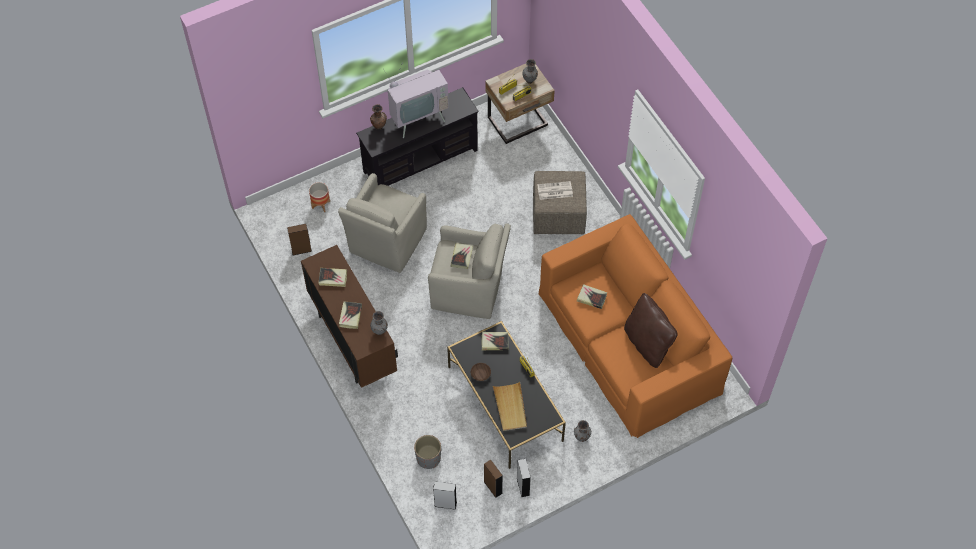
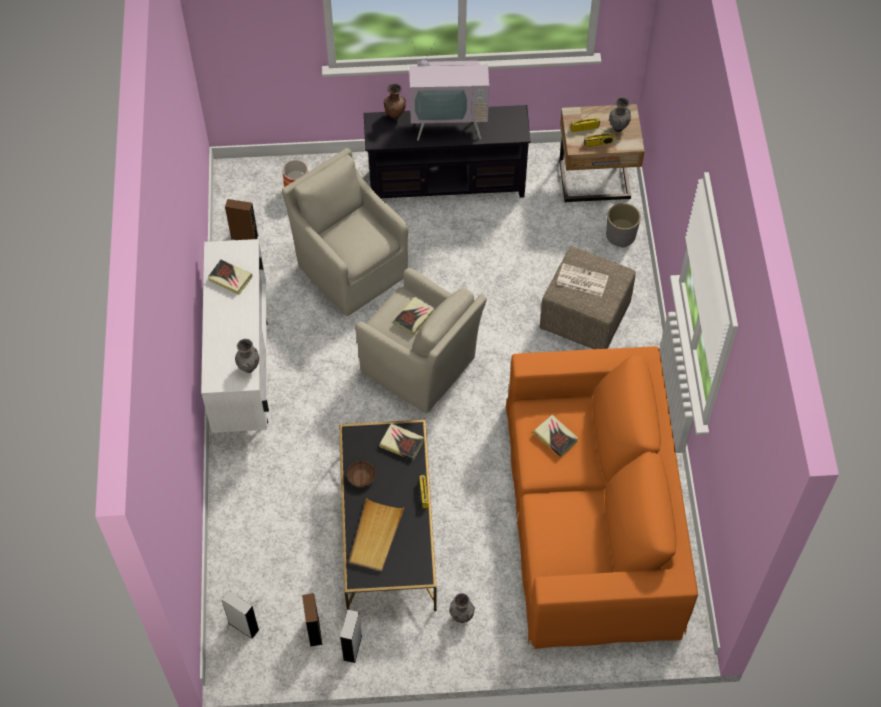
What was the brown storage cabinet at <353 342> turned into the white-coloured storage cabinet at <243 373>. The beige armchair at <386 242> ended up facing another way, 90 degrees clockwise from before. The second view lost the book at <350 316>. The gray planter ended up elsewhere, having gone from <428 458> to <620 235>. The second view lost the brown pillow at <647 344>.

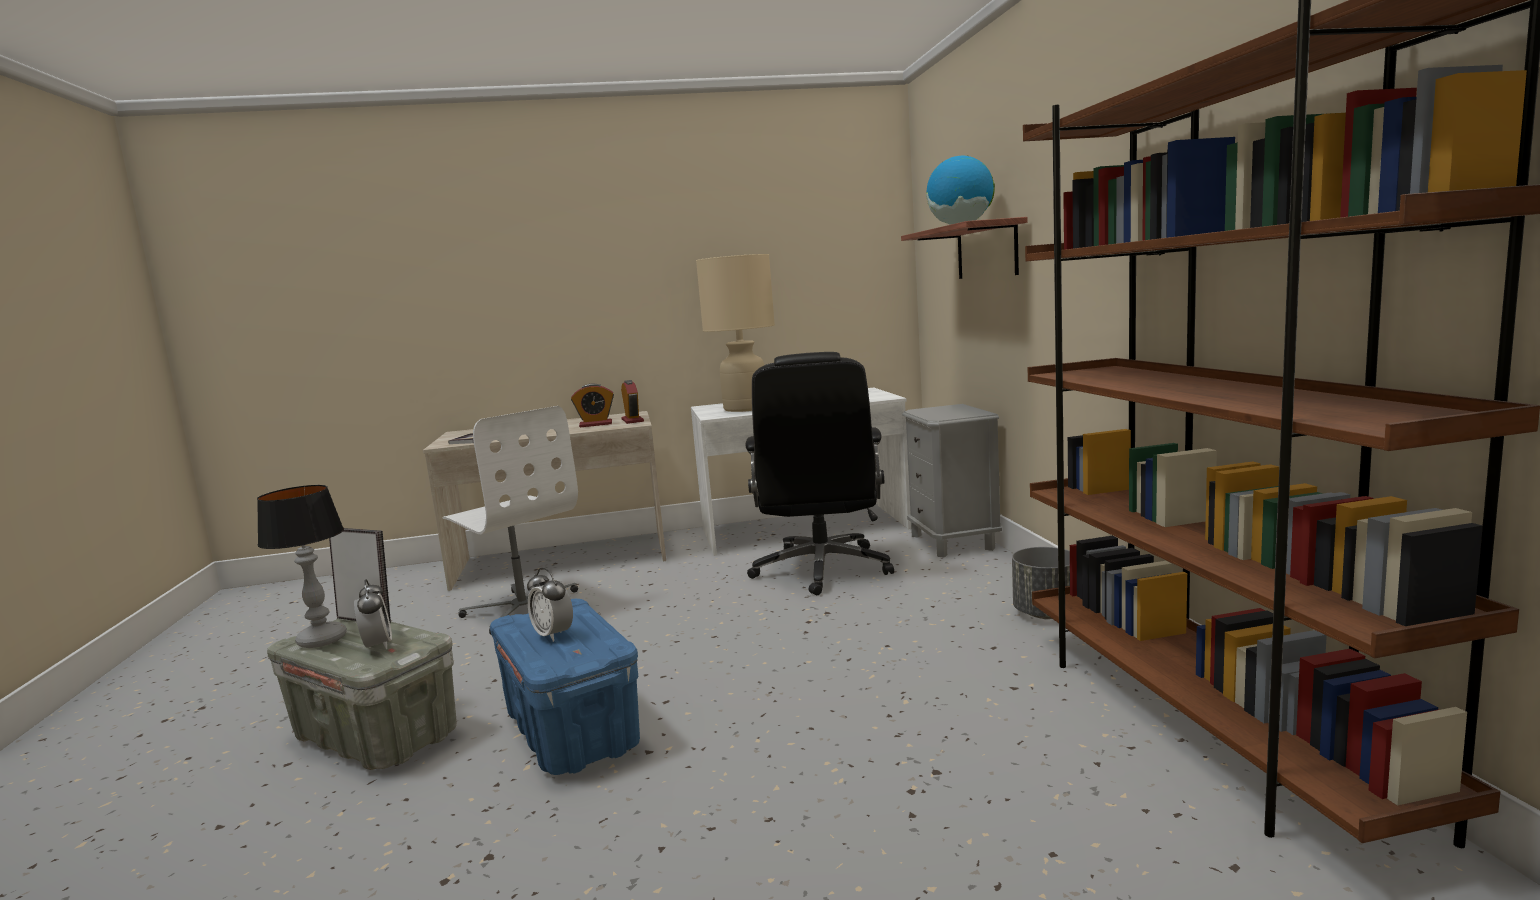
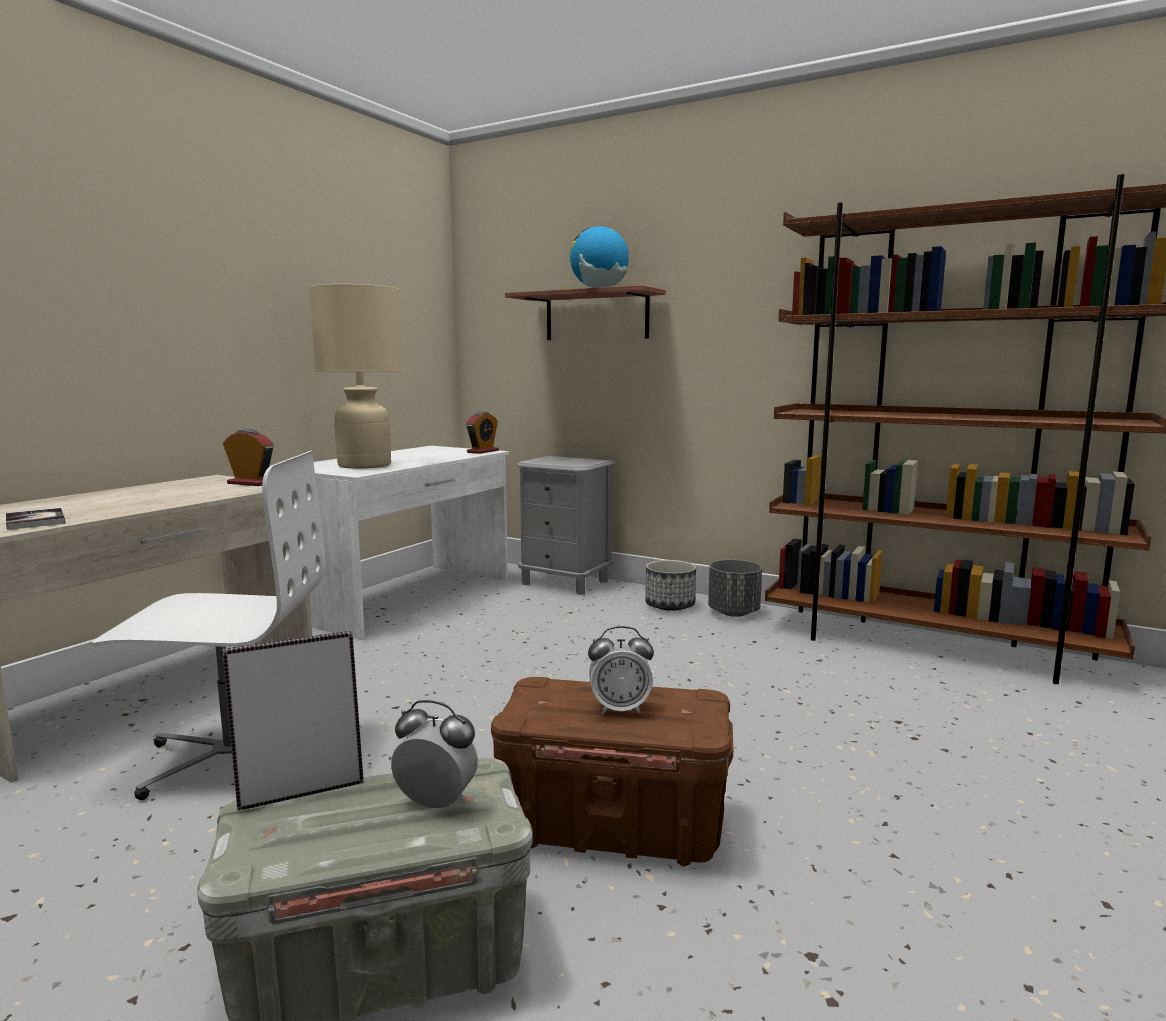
The second view lost the lamp for a table at <323 639>. What was the blue storage container at <574 732> turned into the brown storage container at <615 827>. The alarm clock ended up elsewhere, having gone from <596 424> to <482 451>. The second view lost the black computer chair at <822 570>. The second view gained the planter at <670 605>.

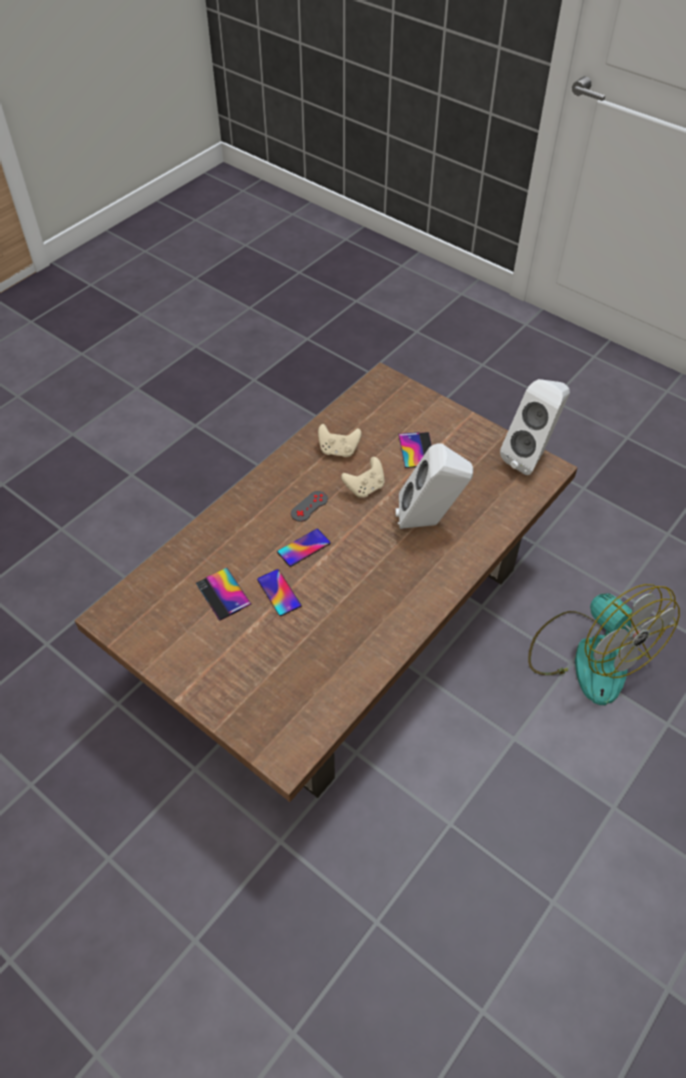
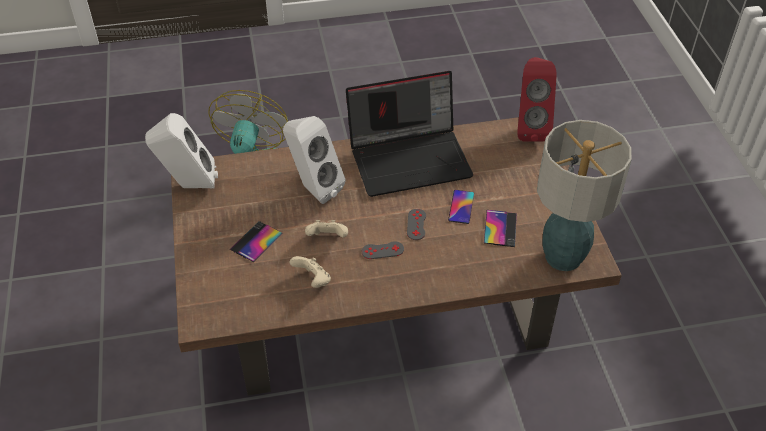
Where the handset stood at <304 548>, the gray game controller came to stand at <416 224>. The second view gained the portable computer at <410 158>. The second view gained the red-coloured audio speaker at <530 128>. The second view gained the lamp for a table at <563 258>.

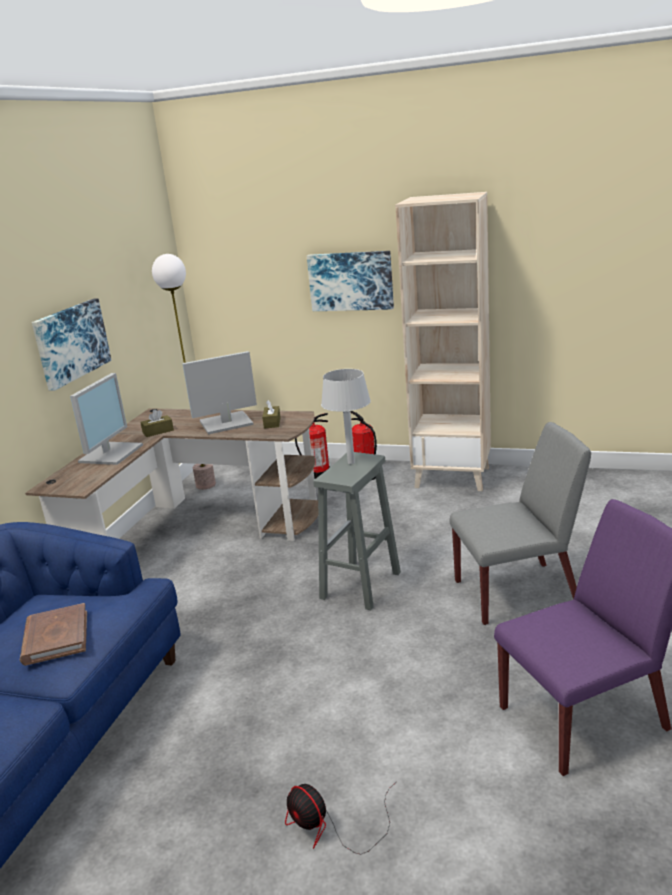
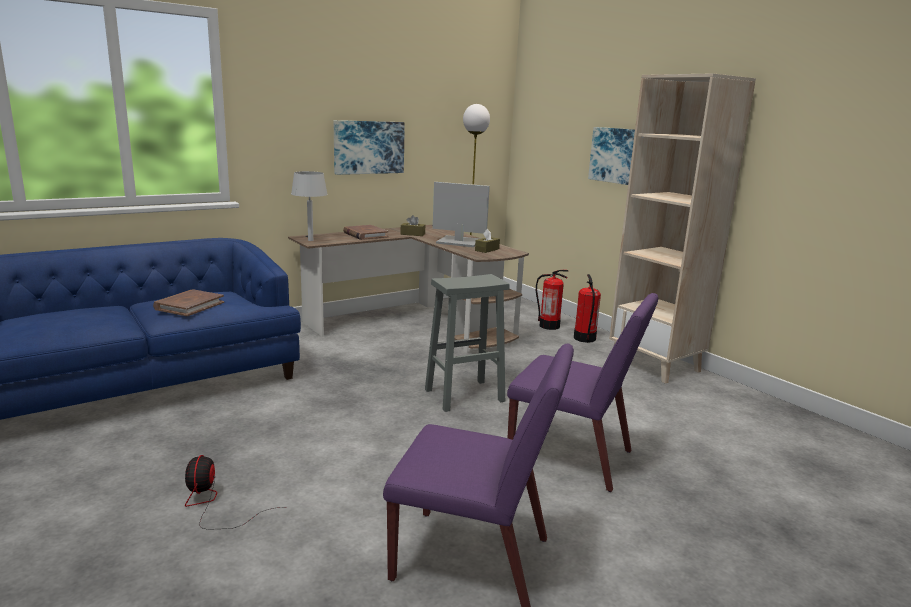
Where the computer screen stood at <111 453>, the brown book came to stand at <365 235>. The gray lamp for a table ended up elsewhere, having gone from <350 462> to <310 240>. What was the gray plain chair at <517 593> turned into the purple-coloured plain chair at <572 456>.

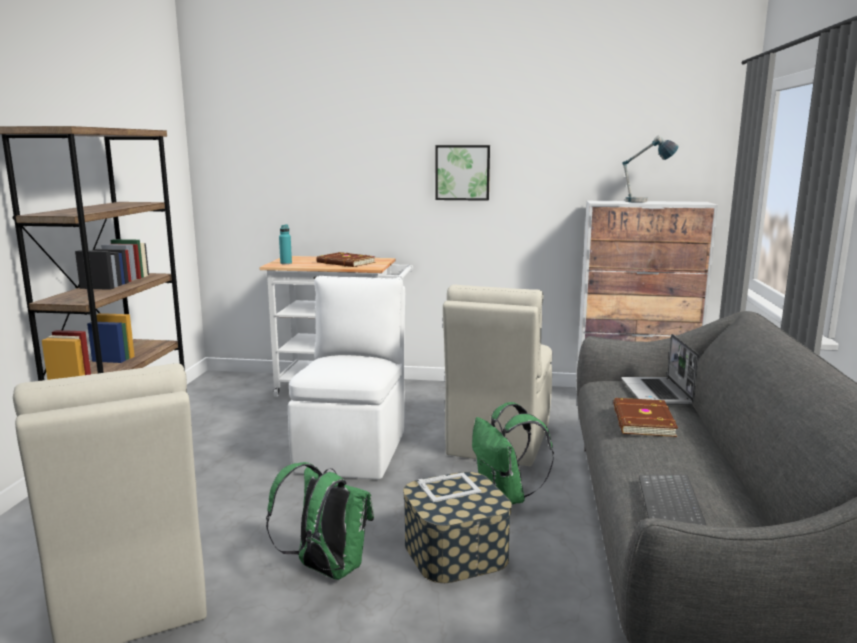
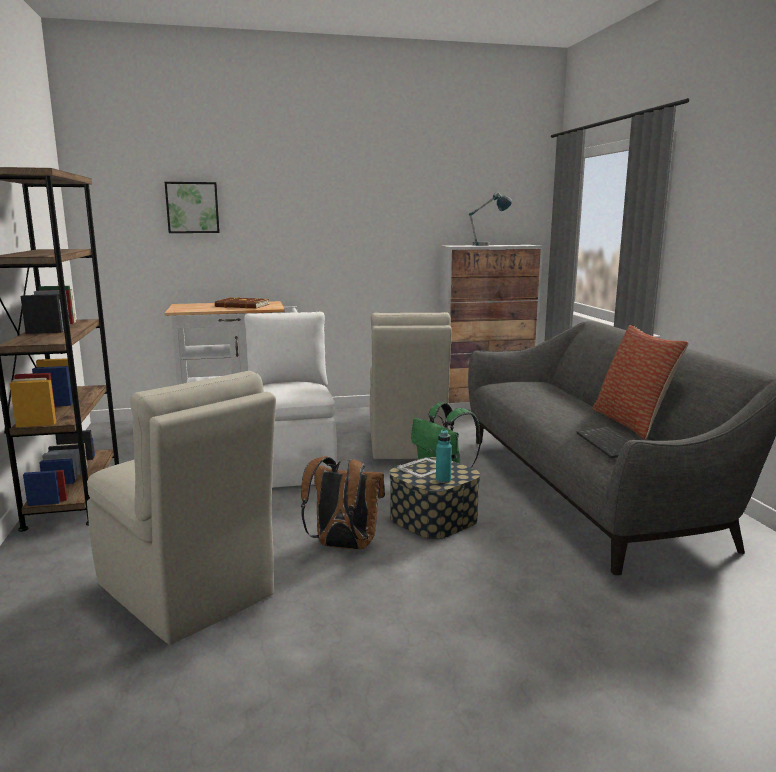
What was the greenish knapsack at <325 569> turned into the brown knapsack at <343 546>. The blue-green beverage bottle ended up elsewhere, having gone from <286 263> to <443 480>. The wall art ended up elsewhere, having gone from <462 172> to <192 207>. The second view lost the brown book at <641 421>. The second view lost the portable computer at <657 393>. The second view gained the pillow at <632 423>.

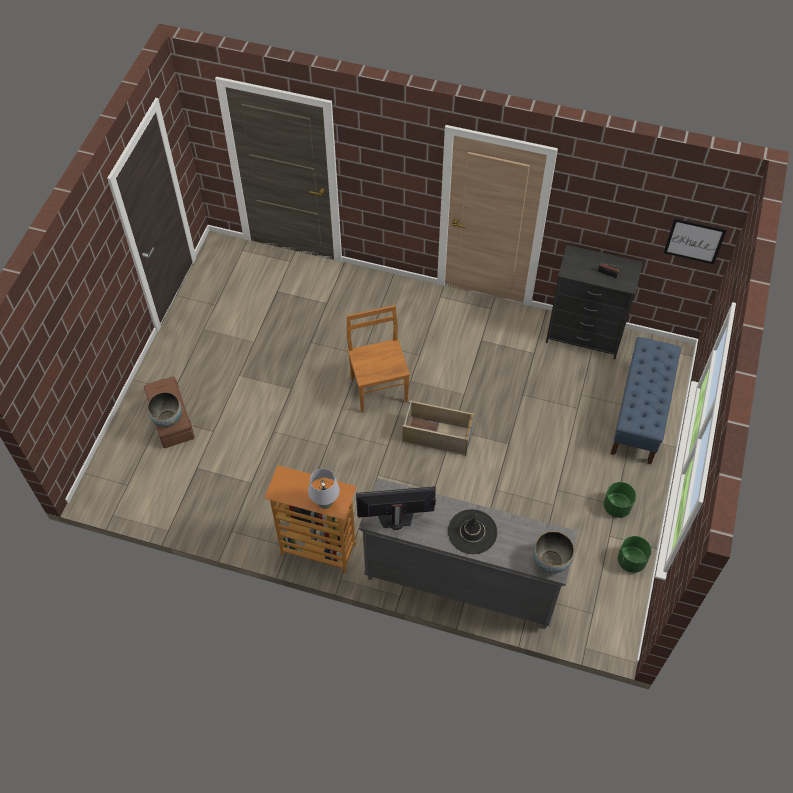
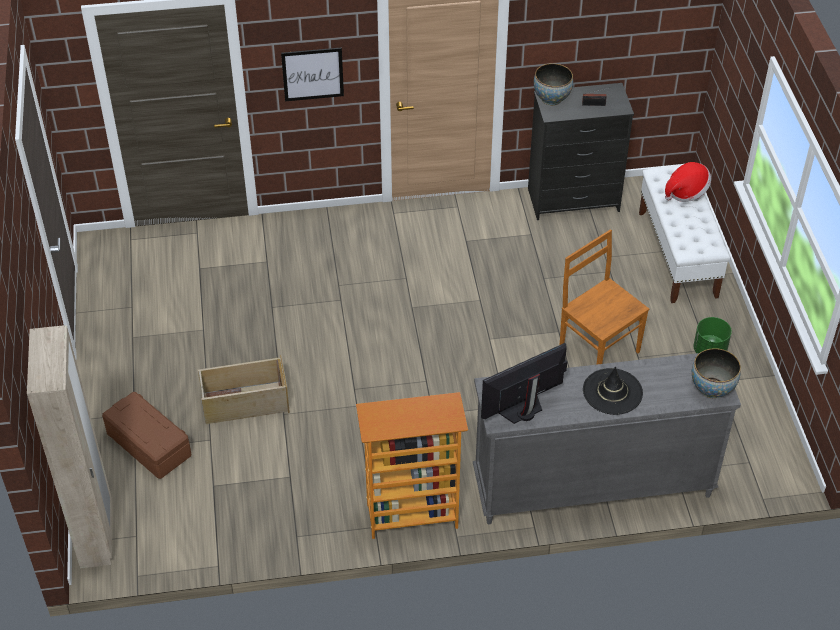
The deep dish ended up elsewhere, having gone from <168 419> to <551 98>. The second view lost the gray lamp for a table at <325 504>. The brown plain chair ended up elsewhere, having gone from <378 388> to <597 350>. The beige storage container ended up elsewhere, having gone from <437 435> to <244 403>. What was the blue long seat at <640 414> turned into the white-coloured long seat at <677 254>. The second view lost the greenish planter at <631 560>. The wall art ended up elsewhere, having gone from <694 241> to <312 74>. The second view gained the beige wardrobe at <97 534>. The second view gained the clothing hat at <686 192>.

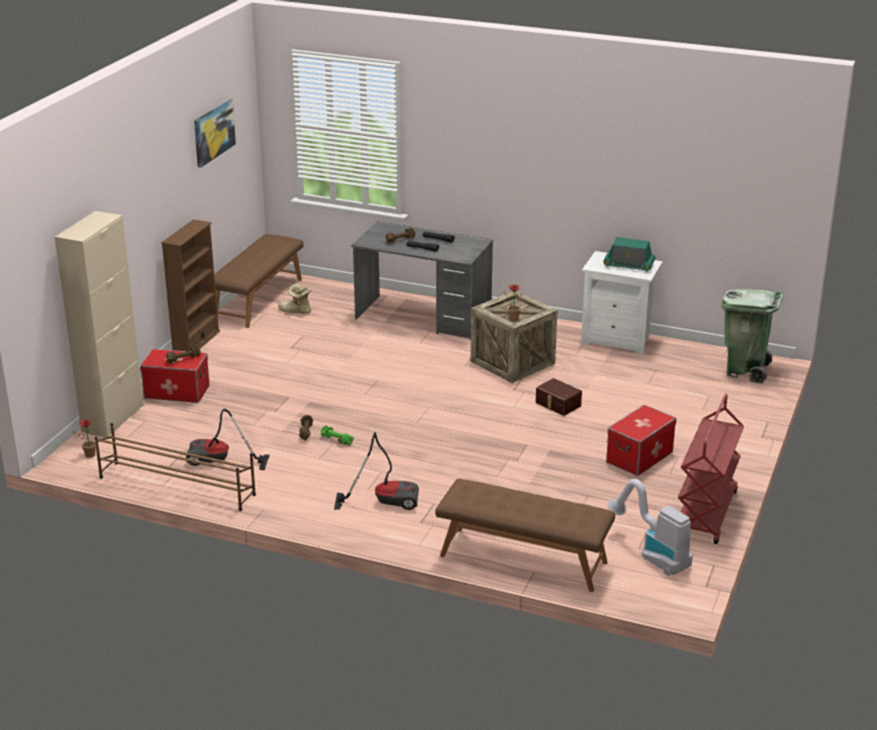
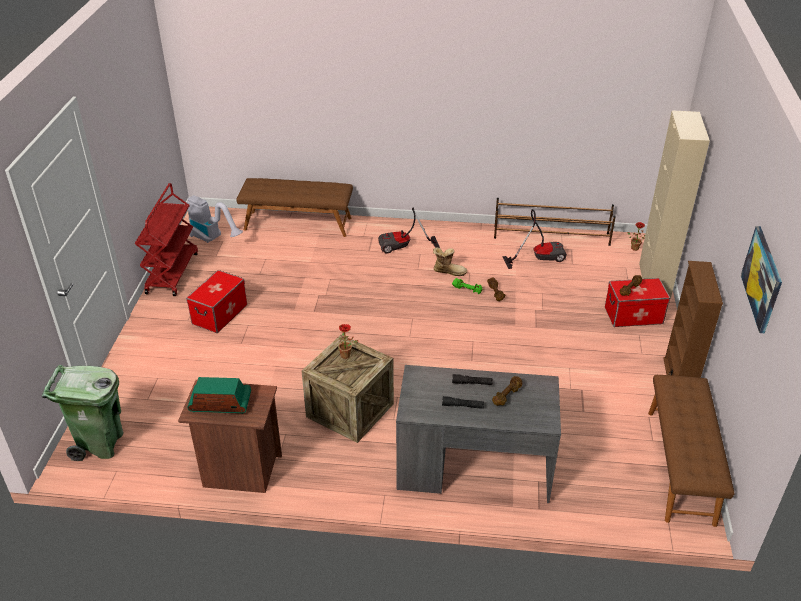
The tall boot ended up elsewhere, having gone from <295 311> to <449 271>. The second view lost the brown storage container at <557 404>. What was the white-coloured bedside table at <618 340> turned into the brown bedside table at <239 471>.

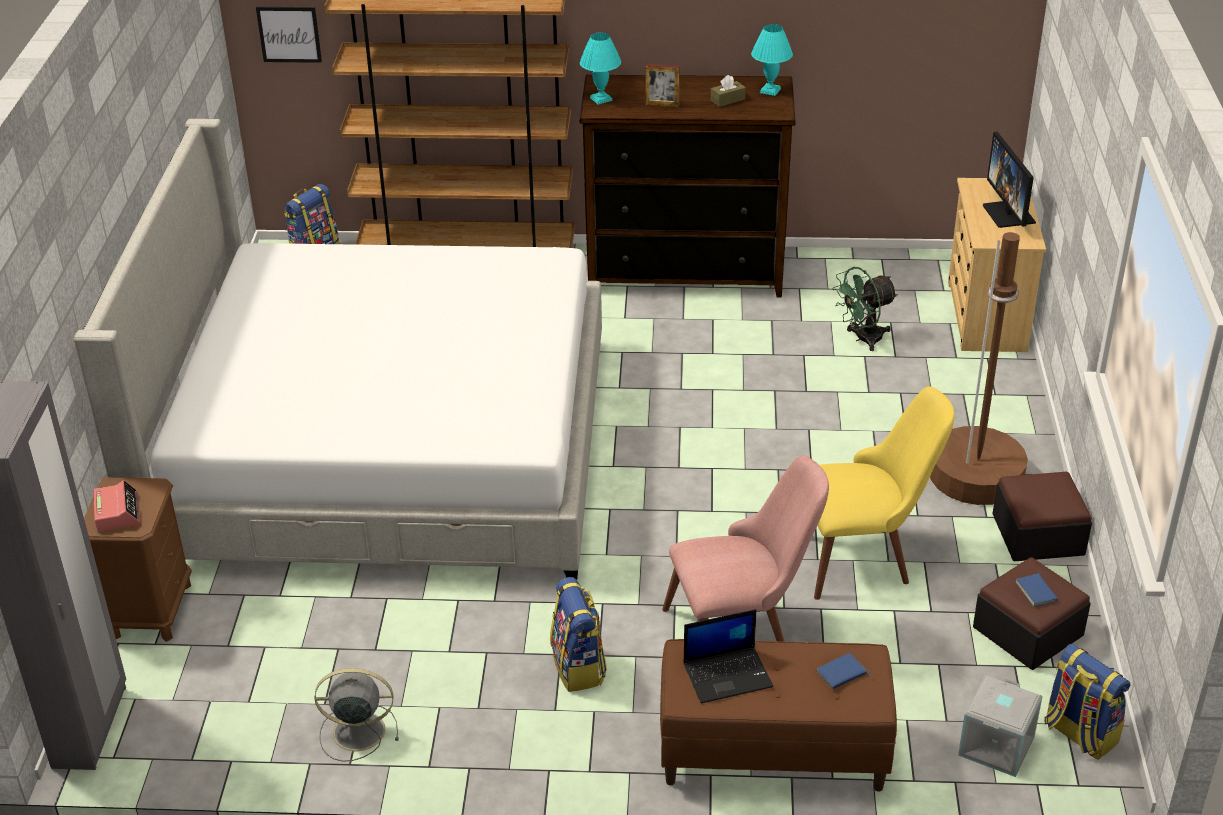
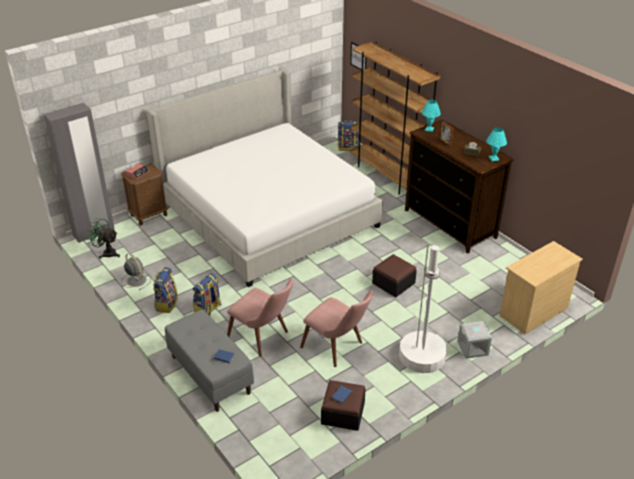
What was the brown long seat at <772 753> turned into the gray long seat at <210 374>. The second view lost the portable computer at <728 674>. What was the yellowish plain chair at <864 555> turned into the pink-coloured plain chair at <338 348>. The greenish fan ended up elsewhere, having gone from <862 339> to <106 253>. What was the brown standing lamp at <976 475> turned into the white-coloured standing lamp at <422 356>. The gray storage container ended up elsewhere, having gone from <997 747> to <472 348>. The second view lost the computer screen at <1009 214>. The pouffe ended up elsewhere, having gone from <1038 534> to <393 283>. The knapsack ended up elsewhere, having gone from <1079 734> to <166 304>.

